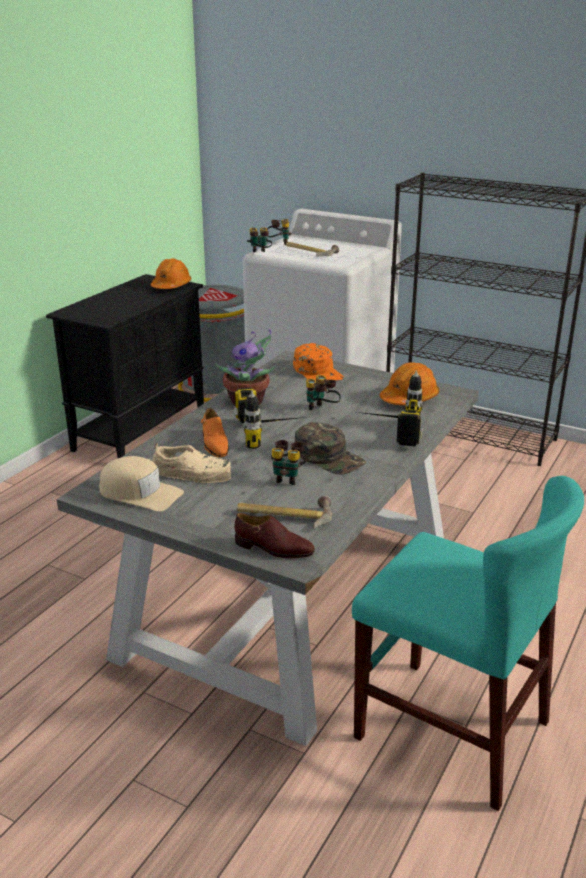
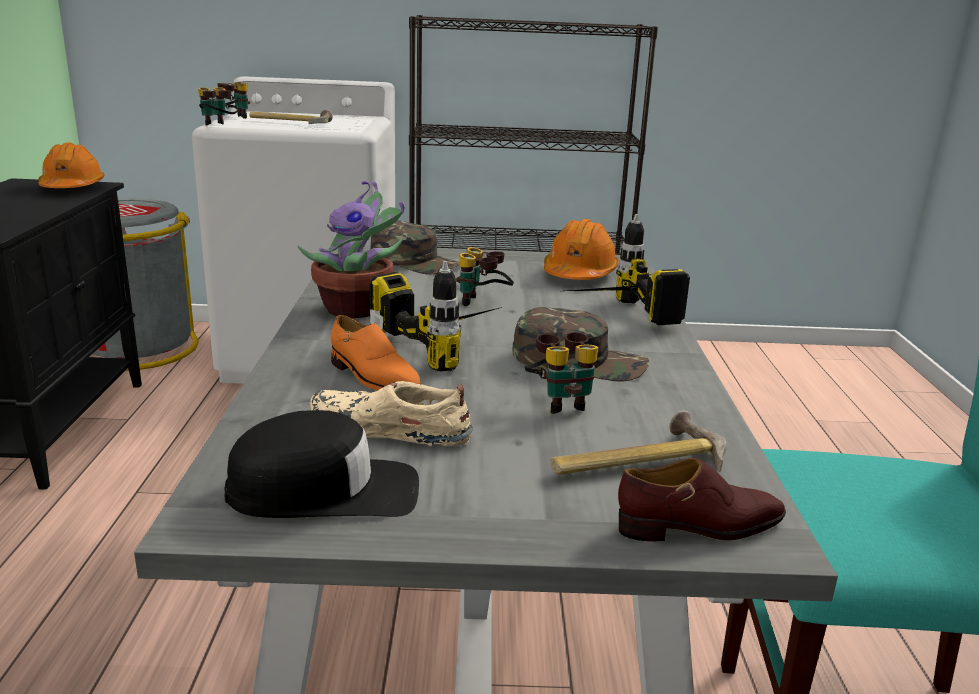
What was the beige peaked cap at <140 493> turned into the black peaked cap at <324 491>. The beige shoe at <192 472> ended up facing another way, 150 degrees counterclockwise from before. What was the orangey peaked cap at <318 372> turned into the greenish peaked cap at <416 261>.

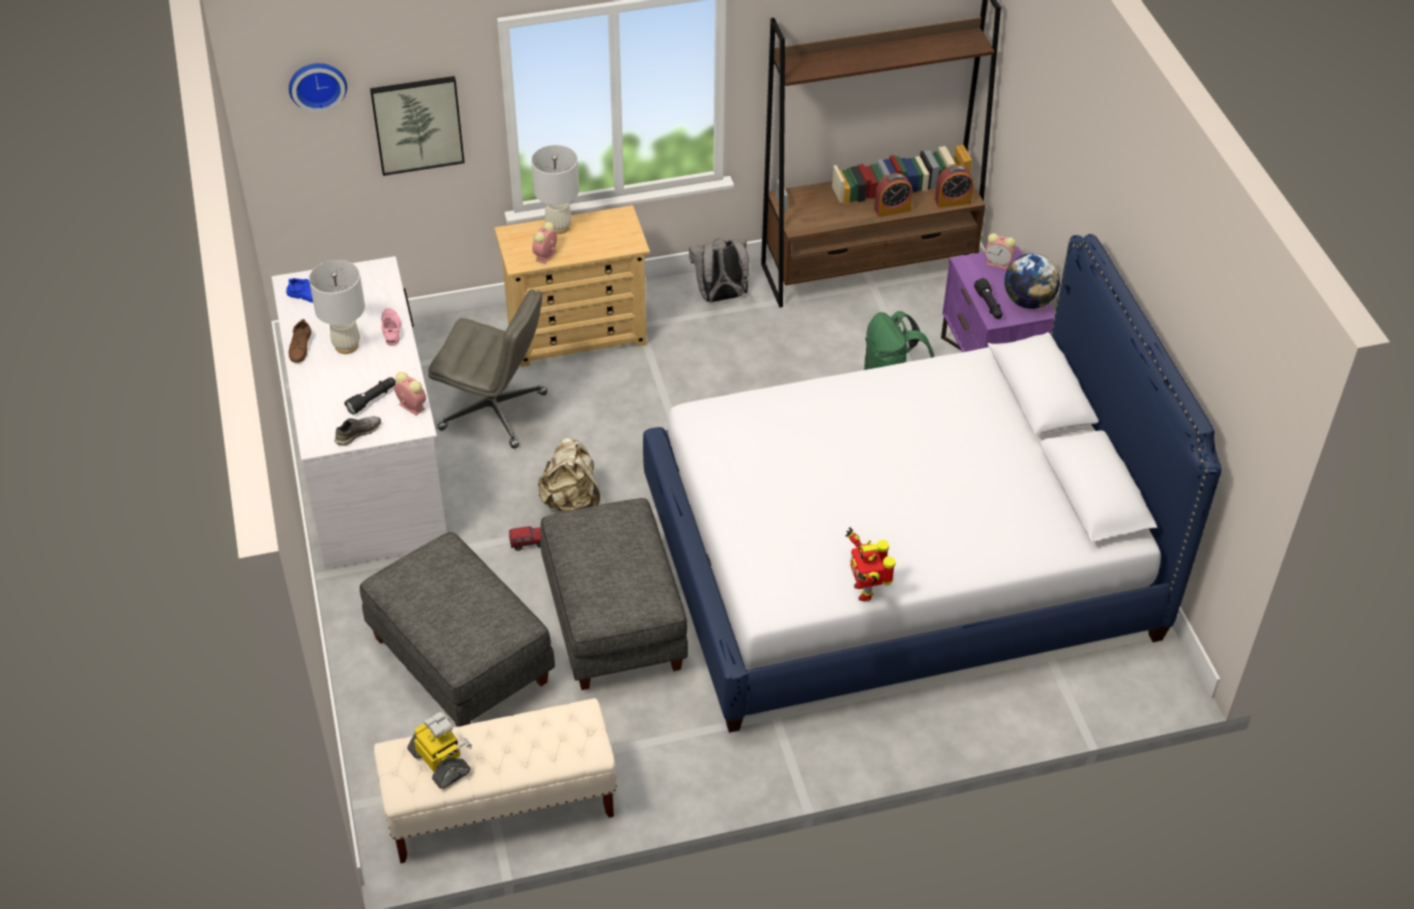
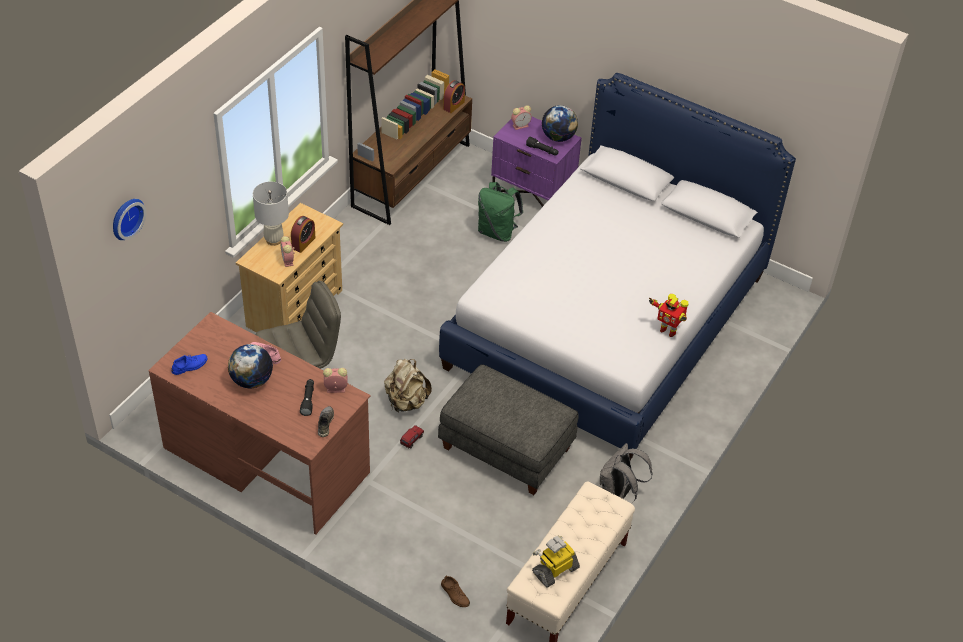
What was the white-coloured desk at <370 464> turned into the brown desk at <266 459>. The brown shoe ended up elsewhere, having gone from <300 347> to <455 594>. Where the white-coloured lamp for a table stood at <346 346>, the globe came to stand at <251 380>. The second view lost the gray pouffe at <459 660>. The second view lost the wall art at <417 124>. The toy robot at <441 762> ended up facing another way, 45 degrees counterclockwise from before. The gray knapsack ended up elsewhere, having gone from <720 297> to <618 494>. The alarm clock ended up elsewhere, having gone from <892 209> to <303 243>.

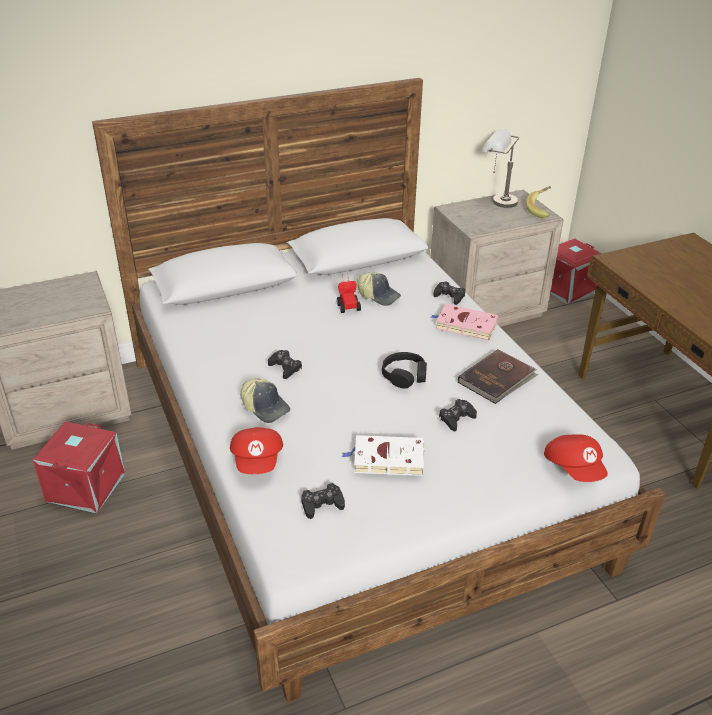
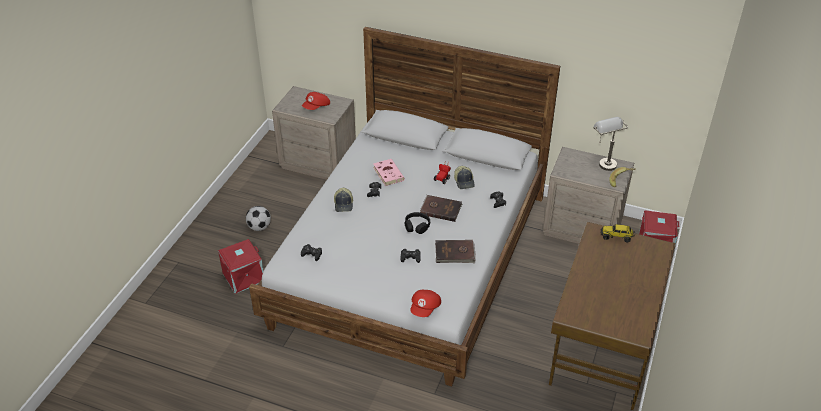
The red-coloured storage container ended up elsewhere, having gone from <85 486> to <243 277>. The red-coloured peaked cap ended up elsewhere, having gone from <258 461> to <316 107>. The second view lost the white-coloured book at <386 459>. The pink-coloured book ended up elsewhere, having gone from <464 325> to <387 173>. The second view gained the ball for football at <259 227>. The second view gained the brown book at <440 209>. The second view gained the toy truck at <616 236>.

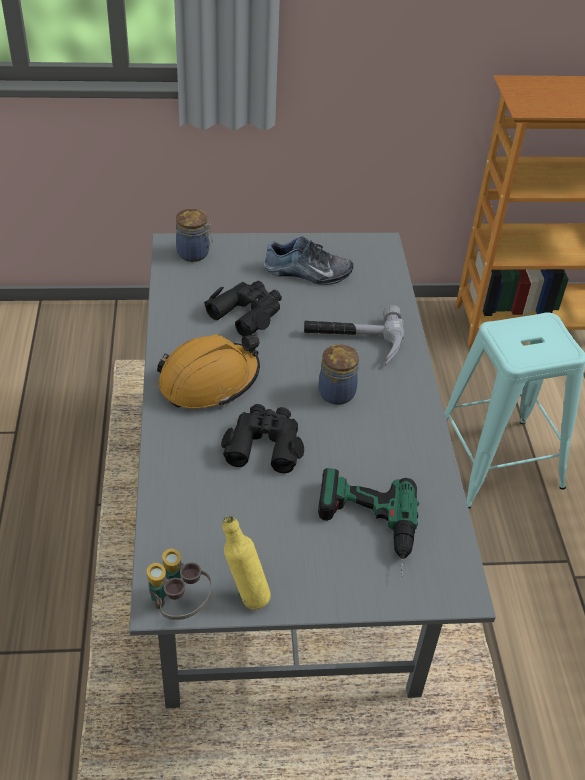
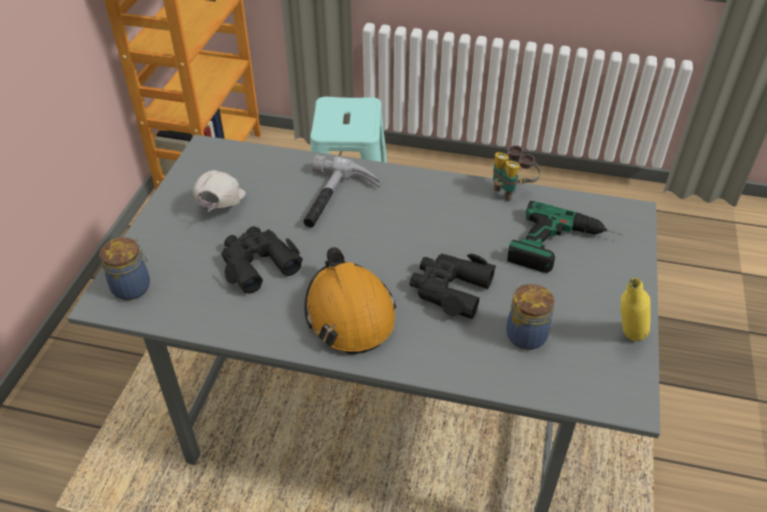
The binoculars ended up elsewhere, having gone from <178 606> to <511 190>. Where the shoe stood at <307 273>, the white-coloured peaked cap came to stand at <220 206>. The jar ended up elsewhere, having gone from <338 392> to <525 334>.

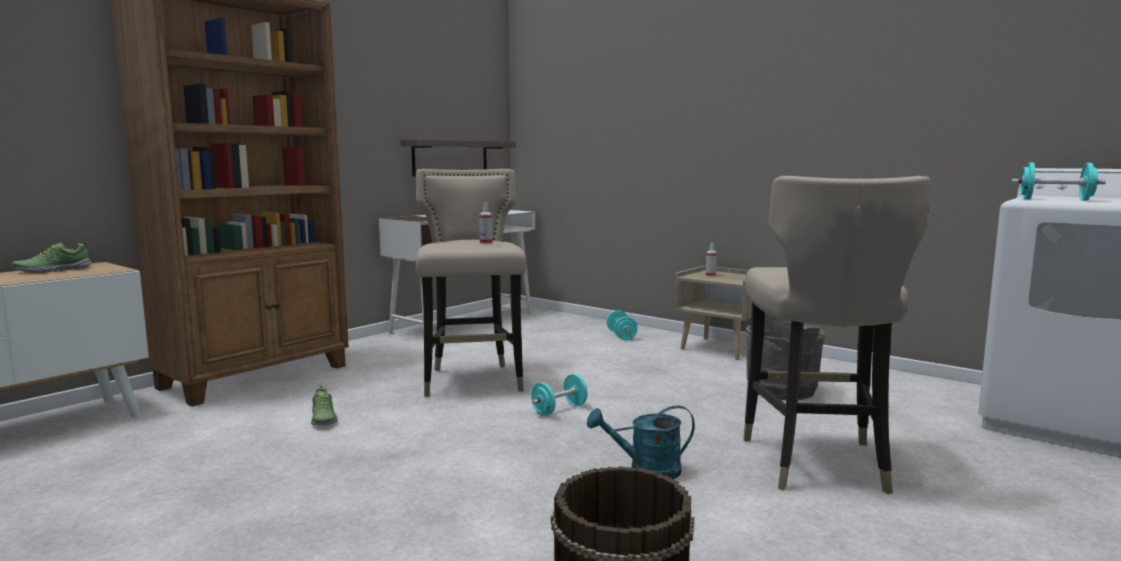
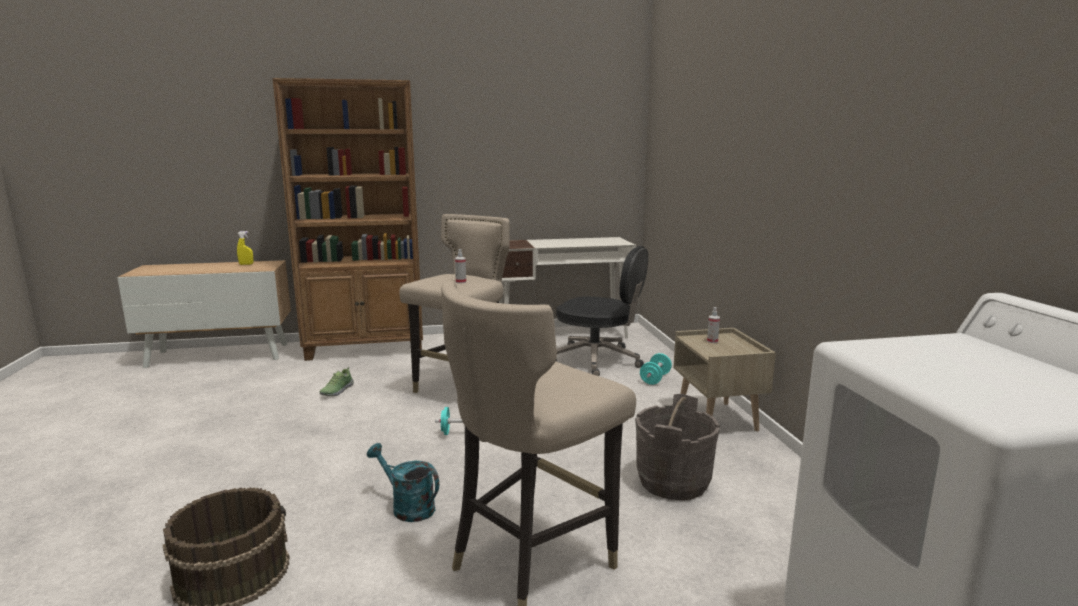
Where the shoe stood at <53 270>, the yellowish sprayer came to stand at <246 264>. The second view lost the wall shelf at <450 158>. The second view lost the blue-green hand weight at <1055 200>. The second view gained the black computer chair at <598 360>.

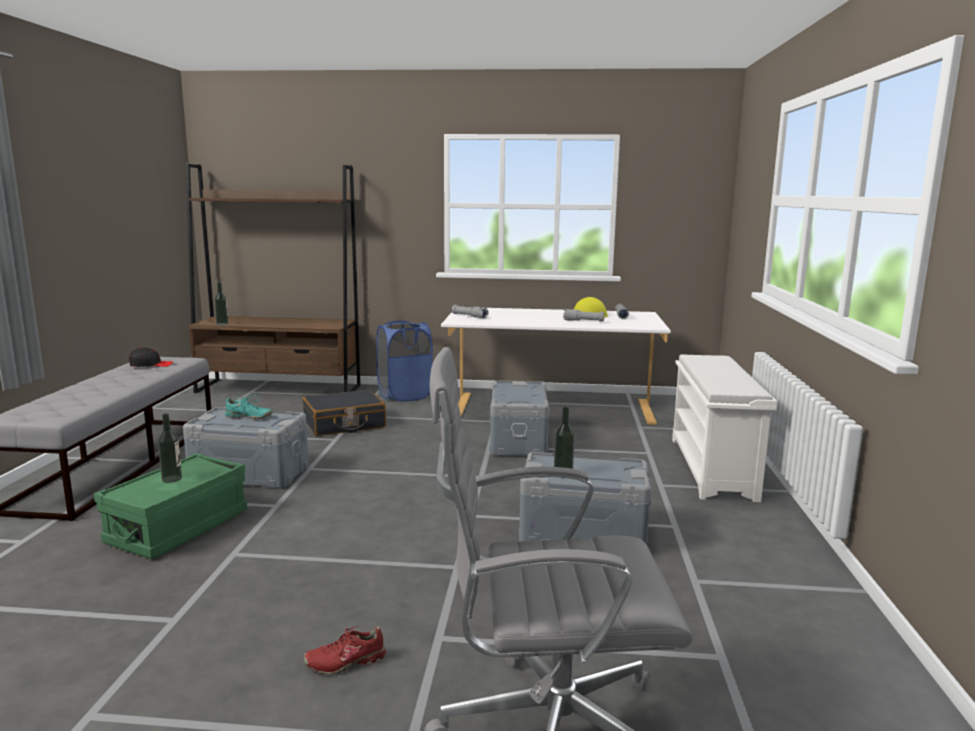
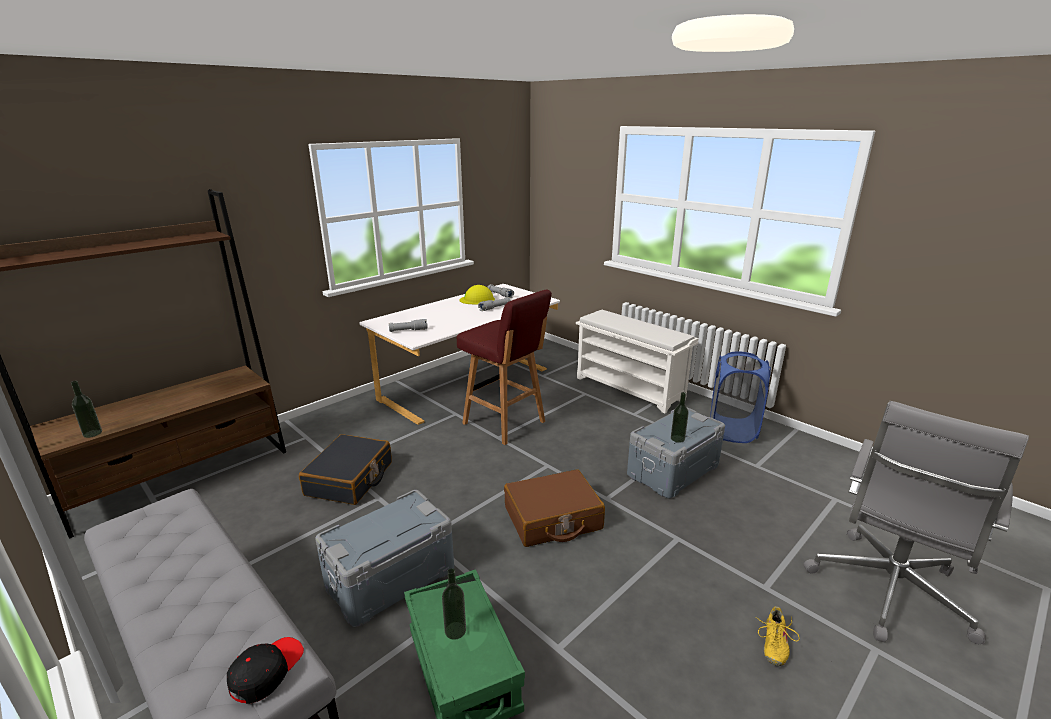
The black peaked cap ended up elsewhere, having gone from <151 365> to <266 671>. The second view lost the blue-green shoe at <248 417>. What was the red-coloured shoe at <345 661> turned into the yellowish shoe at <773 644>. The blue laundry basket ended up elsewhere, having gone from <405 395> to <732 430>. Where the gray storage container stood at <517 441>, the red-coloured stool seat came to stand at <505 423>. The second view gained the brown suitcase at <552 519>.

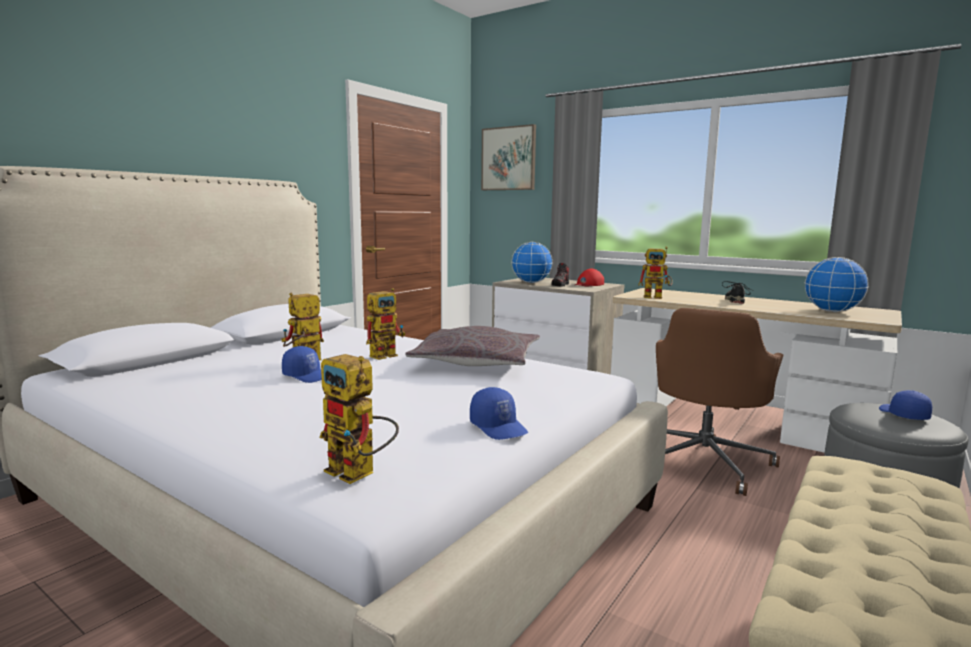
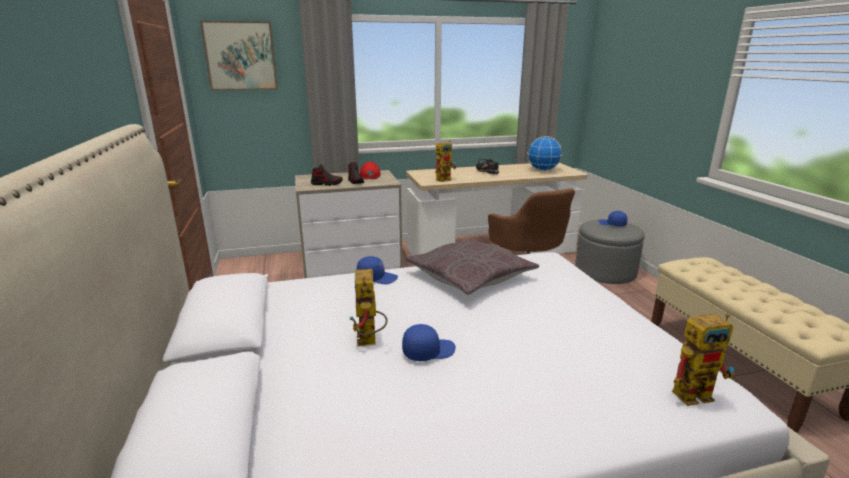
The second view lost the toy robot at <387 354>. The blue peaked cap ended up elsewhere, having gone from <499 427> to <377 278>. Where the globe stood at <531 282>, the shoe came to stand at <326 184>.

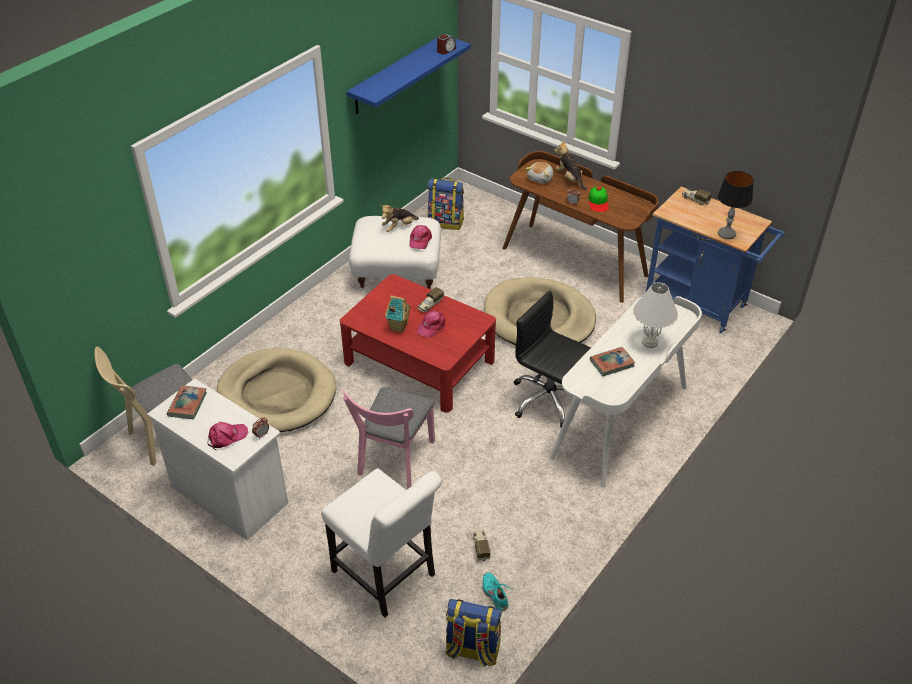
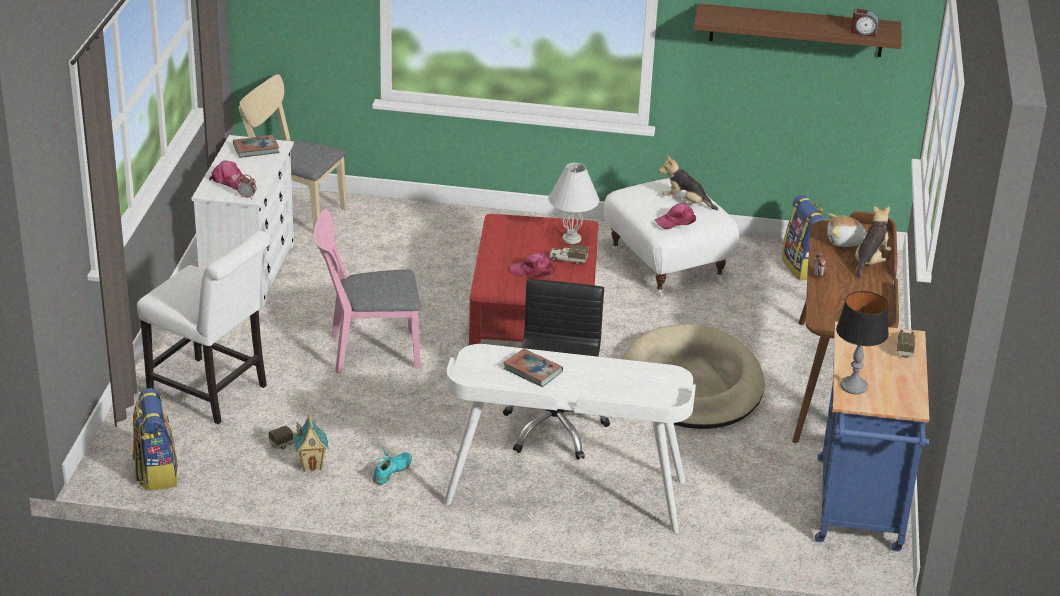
The second view lost the beige dog bed at <277 394>. The white-coloured plain chair at <387 576> ended up facing another way, 75 degrees counterclockwise from before. What was the blue wall shelf at <397 74> turned into the brown wall shelf at <796 30>. The miniature house ended up elsewhere, having gone from <398 327> to <312 464>. The blue-green shoe ended up elsewhere, having gone from <495 594> to <392 472>. The second view lost the peaked cap at <598 202>. The white-coloured lamp for a table ended up elsewhere, having gone from <650 342> to <572 238>.

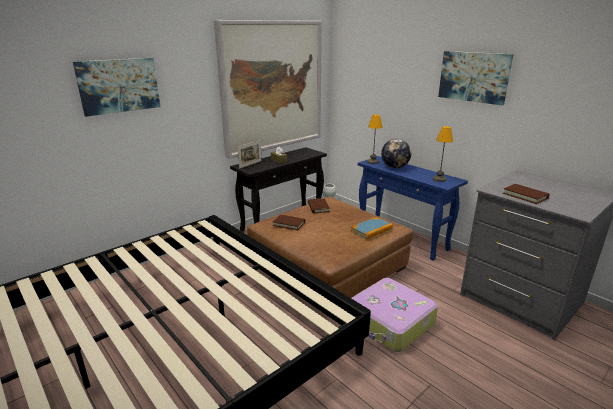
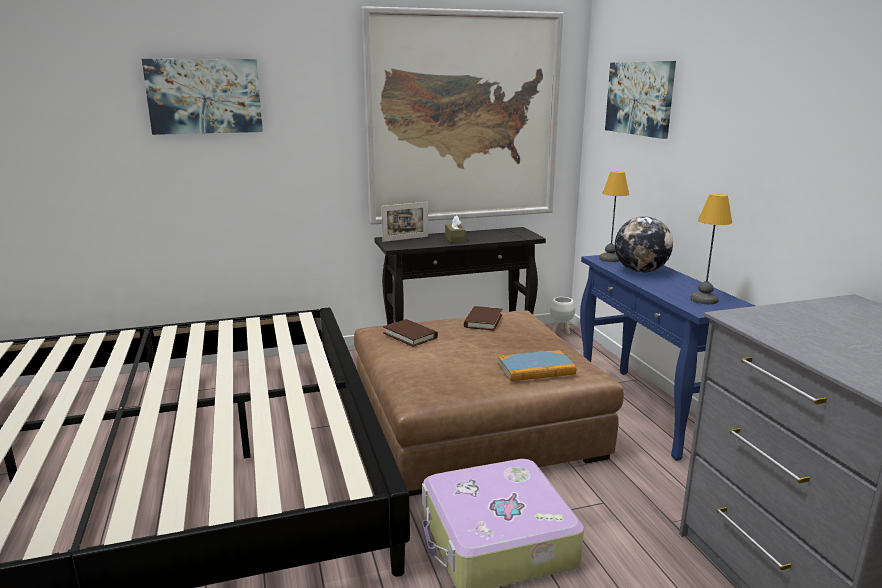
The wall art ended up elsewhere, having gone from <474 77> to <640 98>. The second view lost the brown book at <525 196>.

